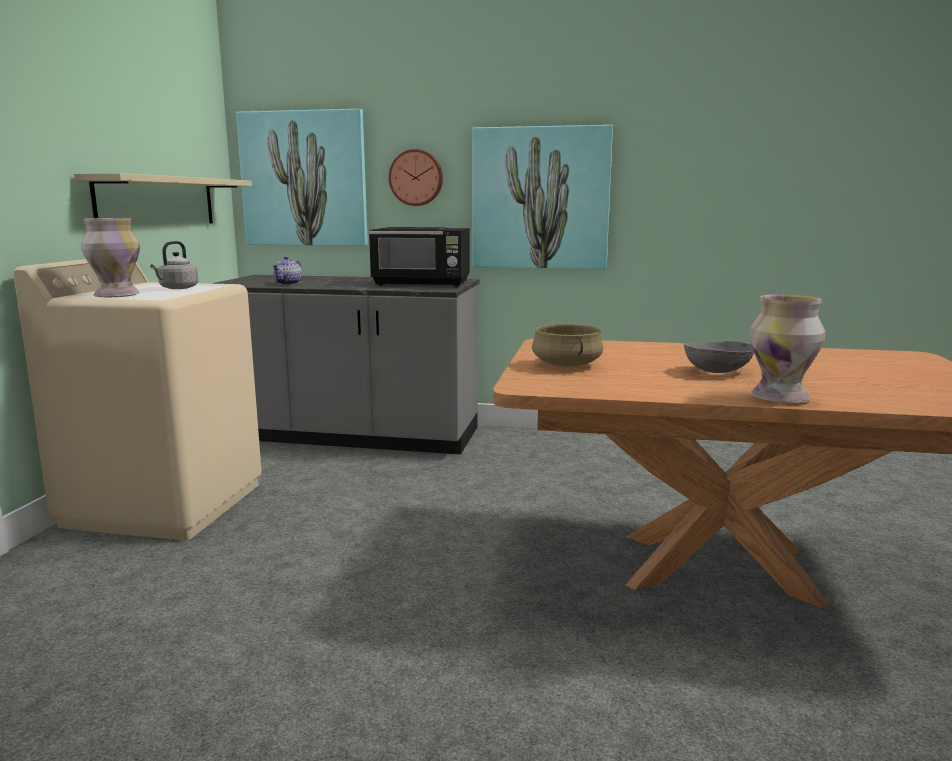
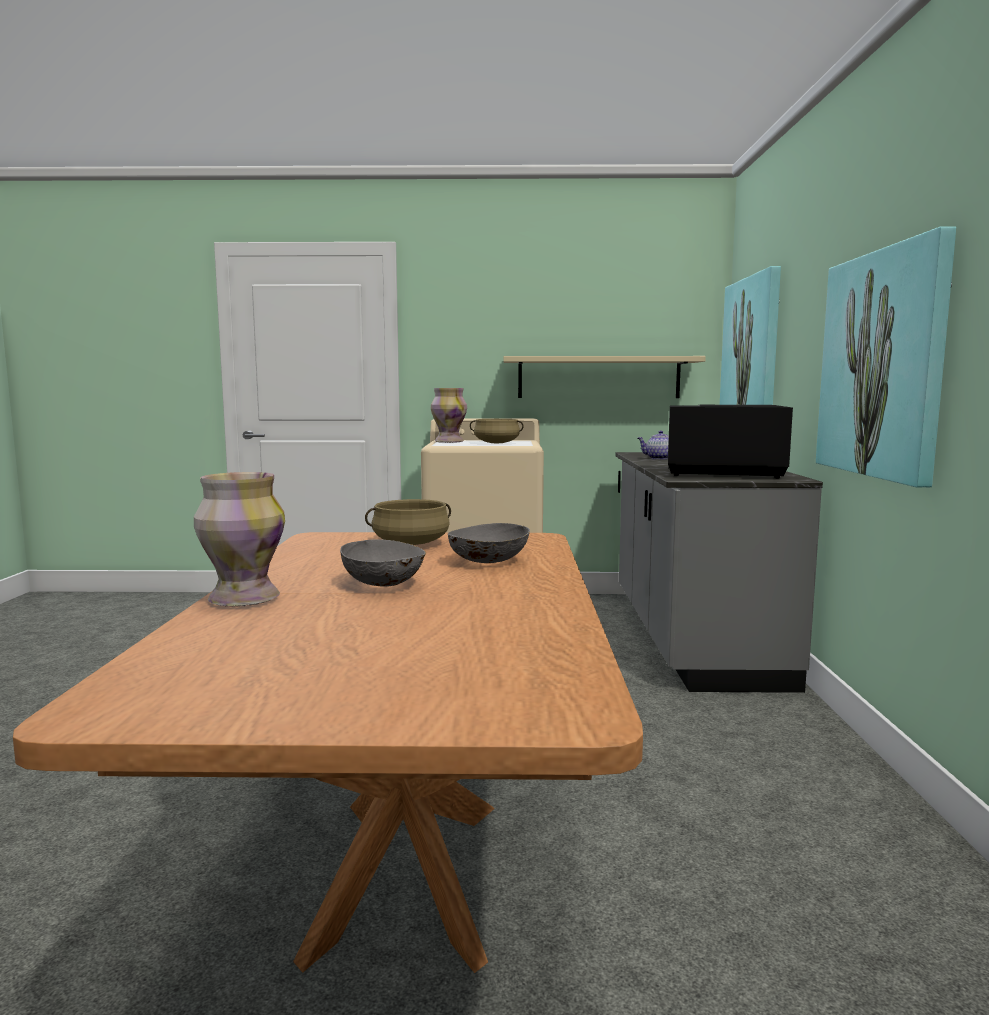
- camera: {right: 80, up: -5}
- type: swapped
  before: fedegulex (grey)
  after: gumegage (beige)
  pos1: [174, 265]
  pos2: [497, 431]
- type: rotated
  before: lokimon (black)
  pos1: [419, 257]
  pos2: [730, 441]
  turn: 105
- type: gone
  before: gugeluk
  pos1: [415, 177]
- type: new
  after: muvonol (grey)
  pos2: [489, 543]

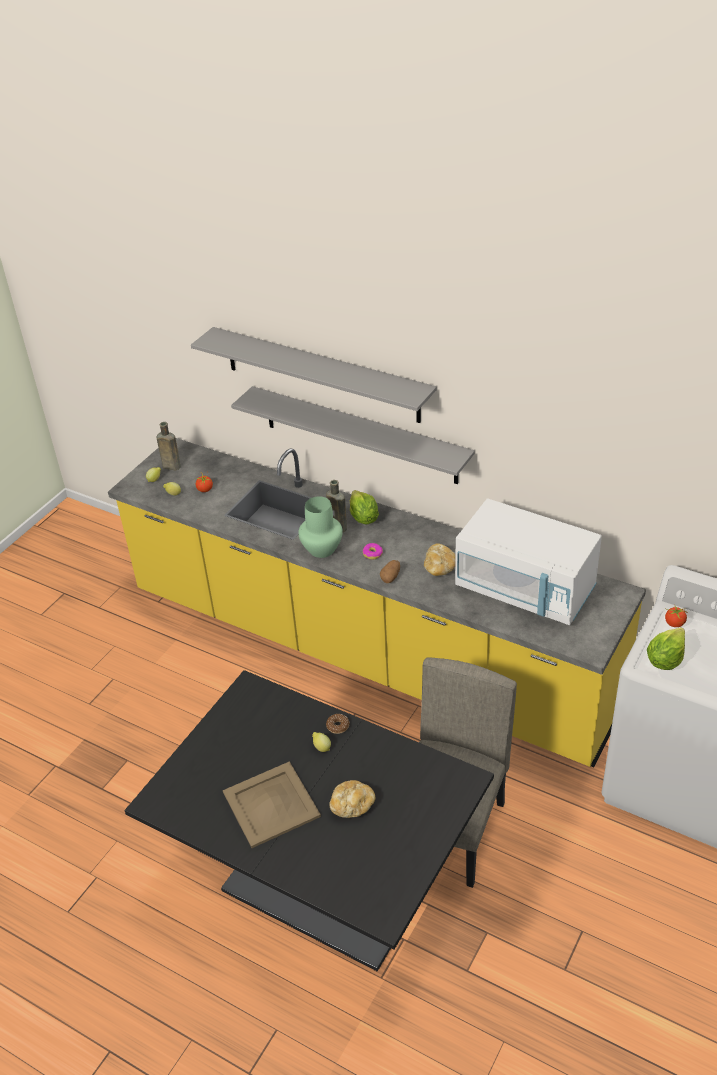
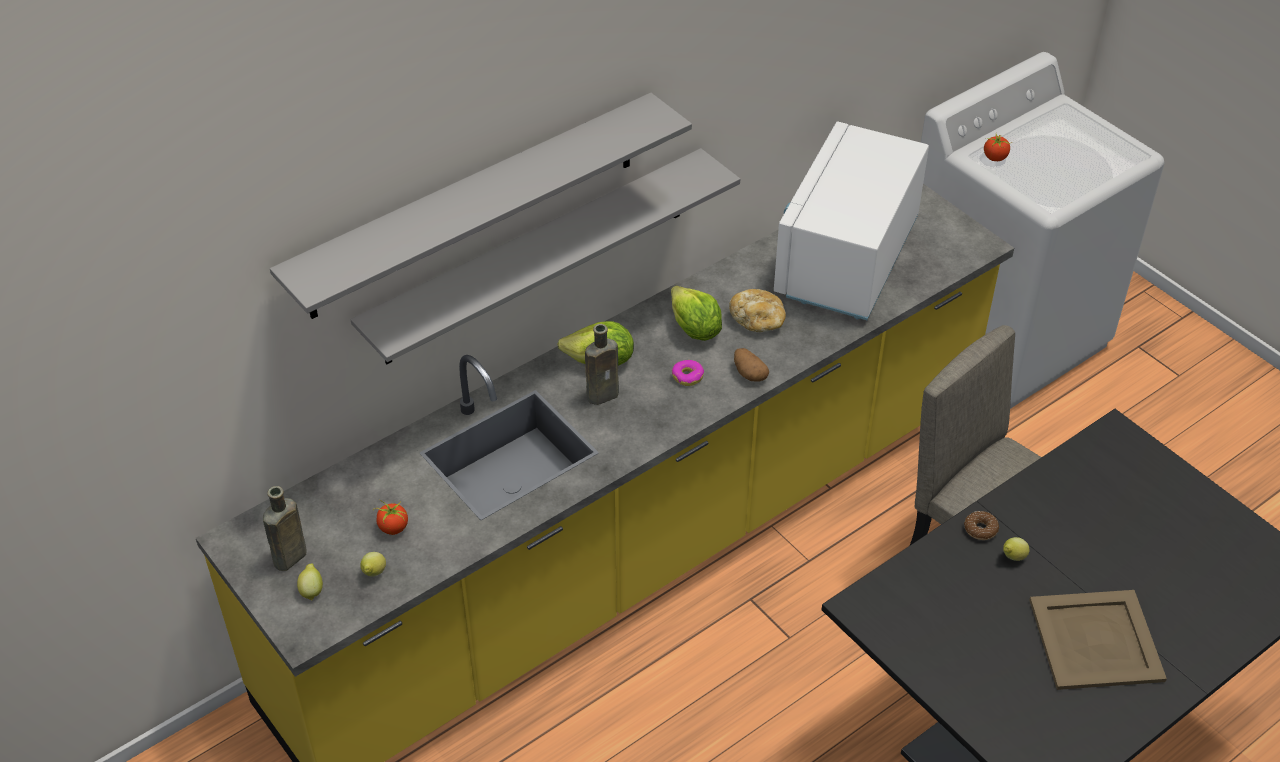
- camera: {right: -70, up: 5}
- type: gone
  before: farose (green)
  pos1: [320, 527]
- type: gone
  before: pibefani
  pos1: [352, 799]
- type: rotated
  before: lokimon (white)
  pos1: [528, 562]
  pos2: [851, 220]
  turn: 150
- type: shifted
  before: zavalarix
  pos1: [666, 648]
  pos2: [696, 313]

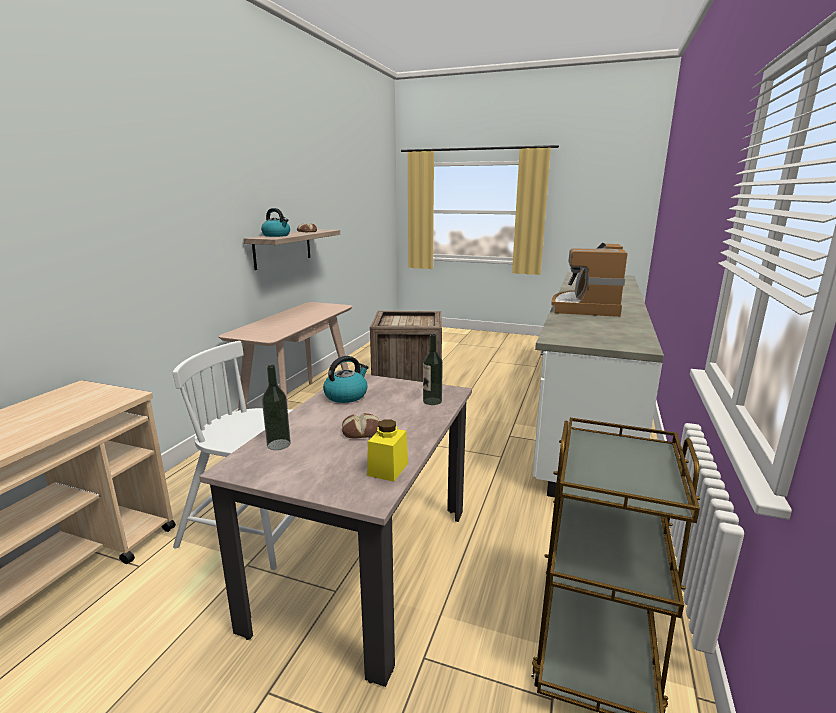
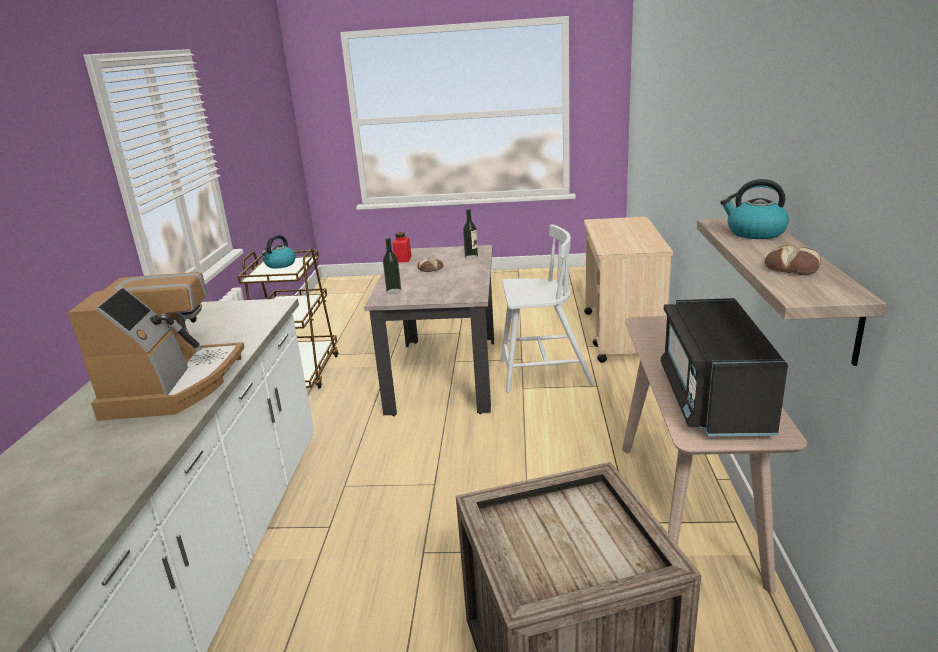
- camera: {right: 165, up: 5}
- type: shifted
  before: fedegulex
  pos1: [346, 379]
  pos2: [278, 252]
- type: repainted
  before: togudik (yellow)
  after: togudik (red)
  pos1: [387, 450]
  pos2: [402, 247]
- type: new
  after: lokimon (black)
  pos2: [724, 367]

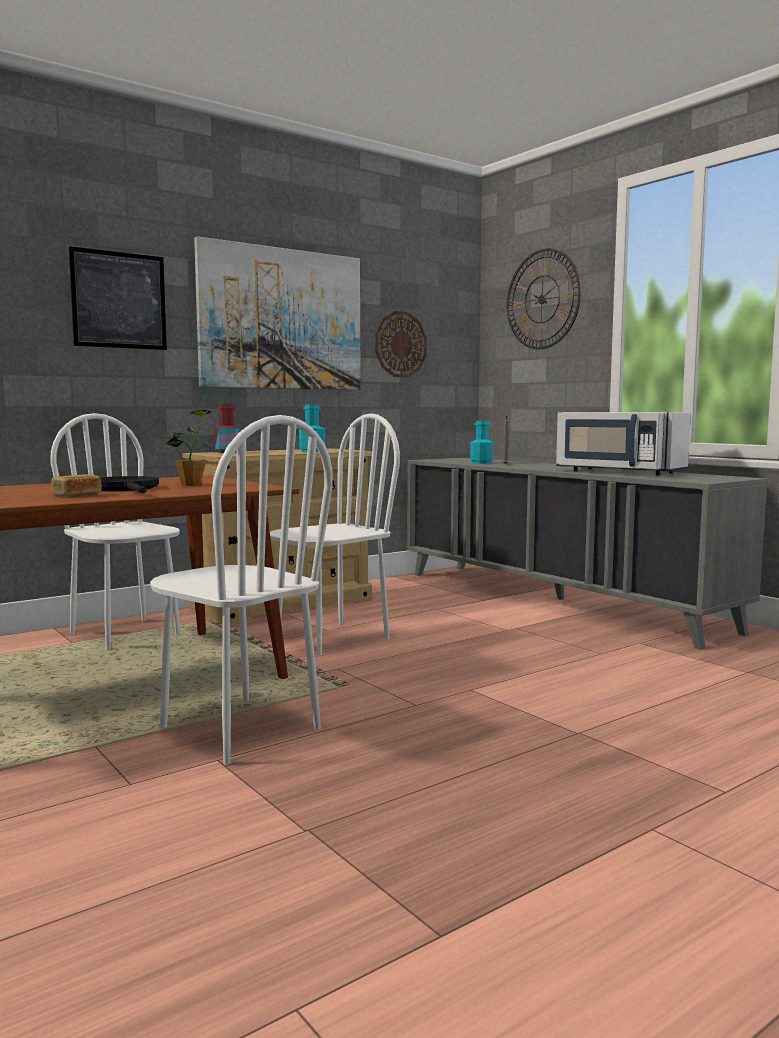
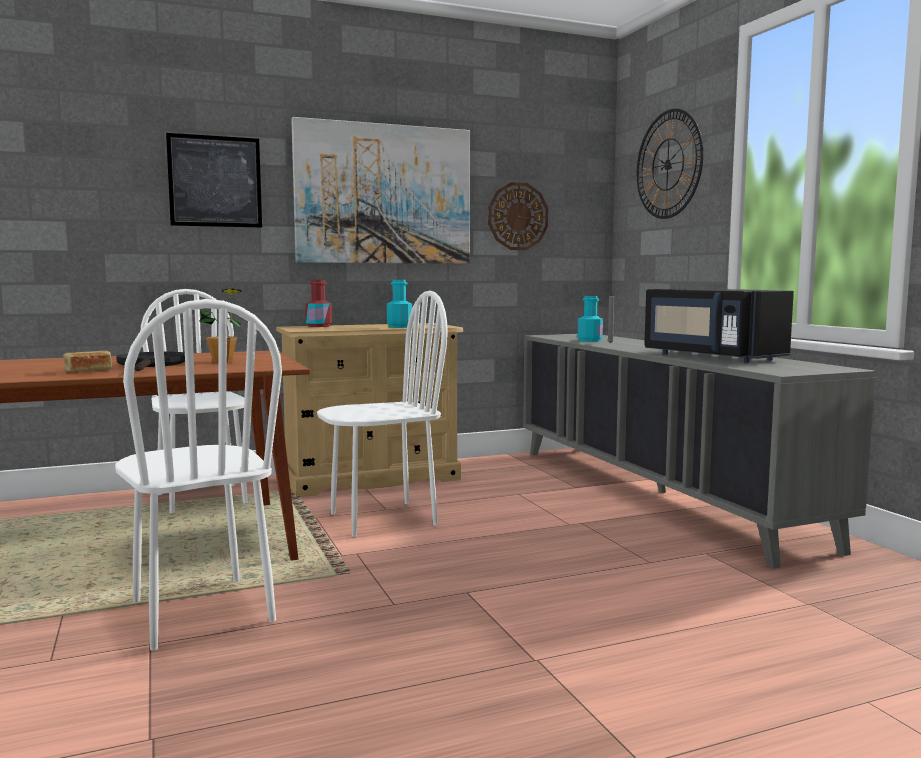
- camera: {right: 15, up: 0}
- type: repainted
  before: lokimon (white)
  after: lokimon (black)
  pos1: [623, 444]
  pos2: [719, 326]

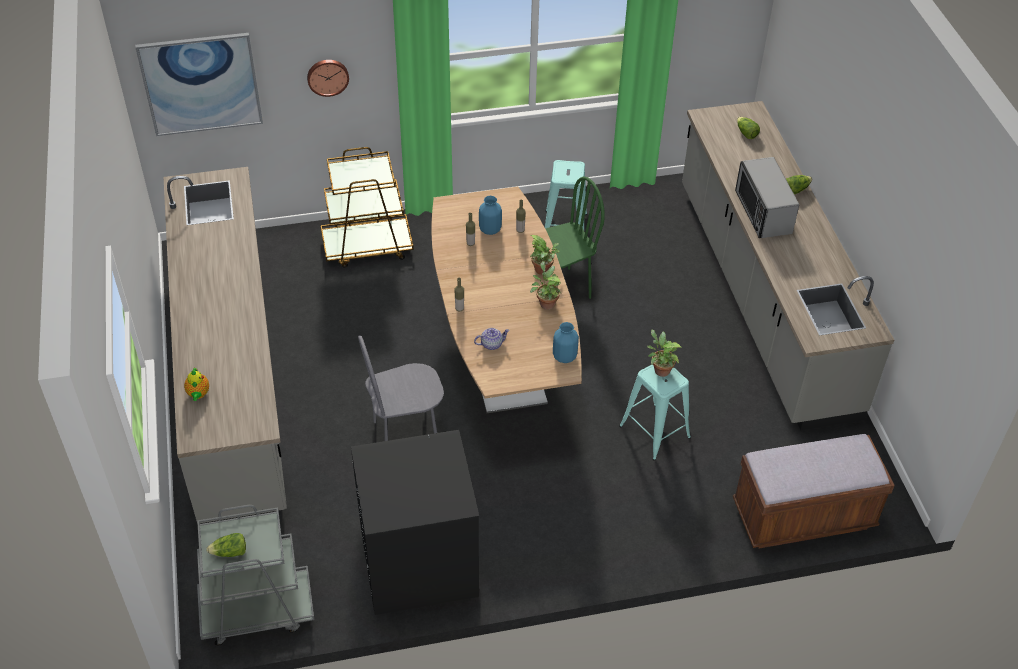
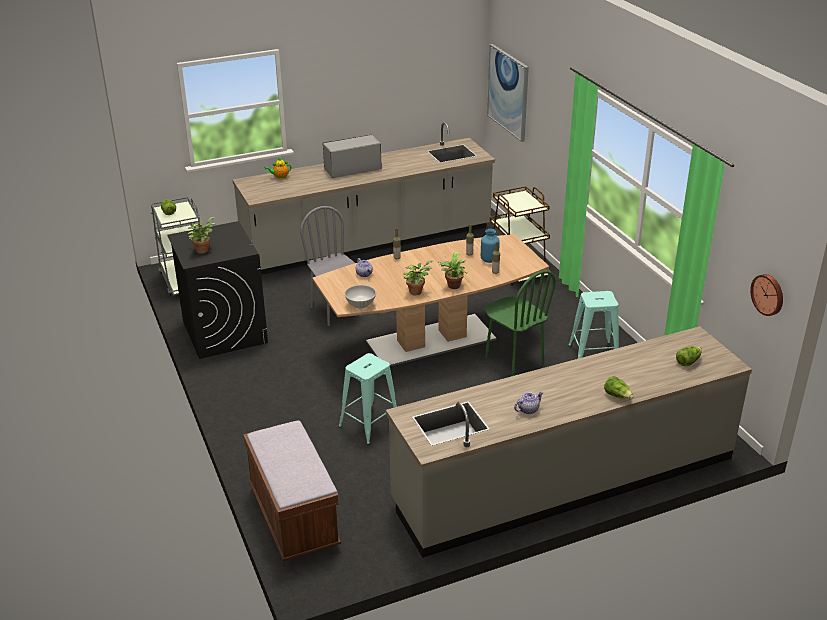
- camera: {right: 80, up: -15}
- type: shifted
  before: gugeluk
  pos1: [328, 78]
  pos2: [766, 295]
- type: swapped
  before: farose (blue)
  after: muvonol (white)
  pos1: [566, 342]
  pos2: [360, 297]
- type: shifted
  before: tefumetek
  pos1: [664, 353]
  pos2: [201, 235]
- type: shifted
  before: lokimon
  pos1: [767, 197]
  pos2: [352, 156]
- type: new
  after: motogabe
  pos2: [529, 402]

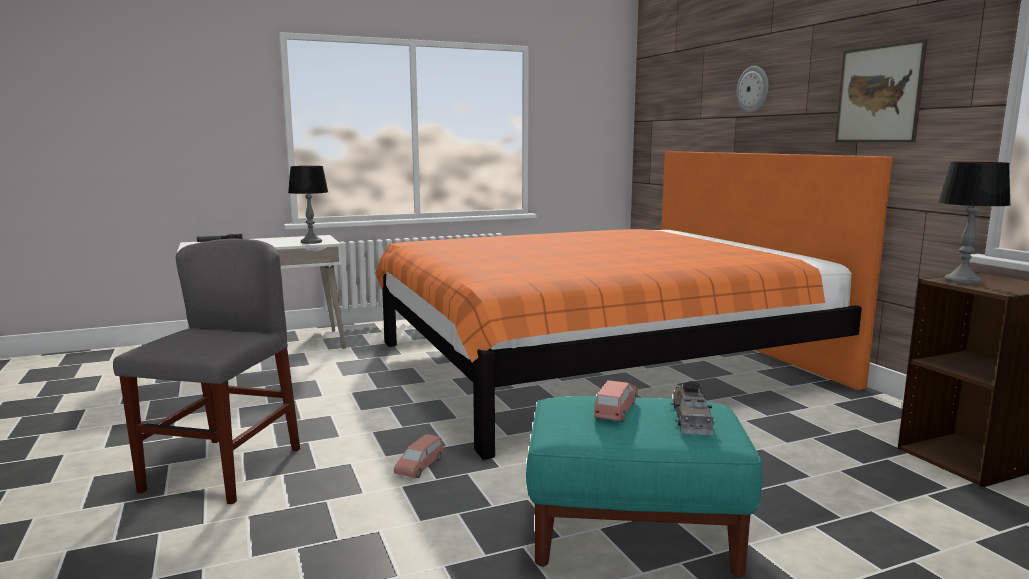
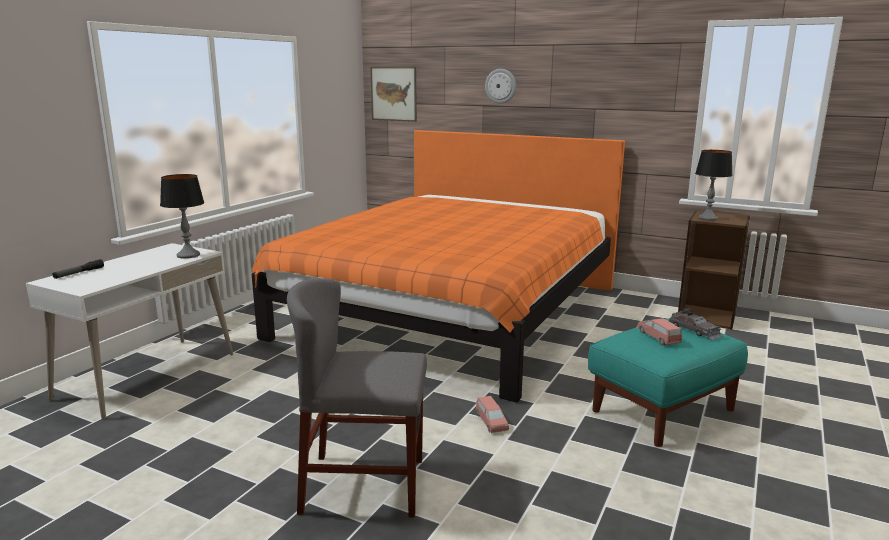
- camera: {right: -40, up: 5}
- type: rotated
  before: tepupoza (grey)
  pos1: [206, 371]
  pos2: [357, 398]
  turn: -60
- type: shifted
  before: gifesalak
  pos1: [881, 90]
  pos2: [393, 94]

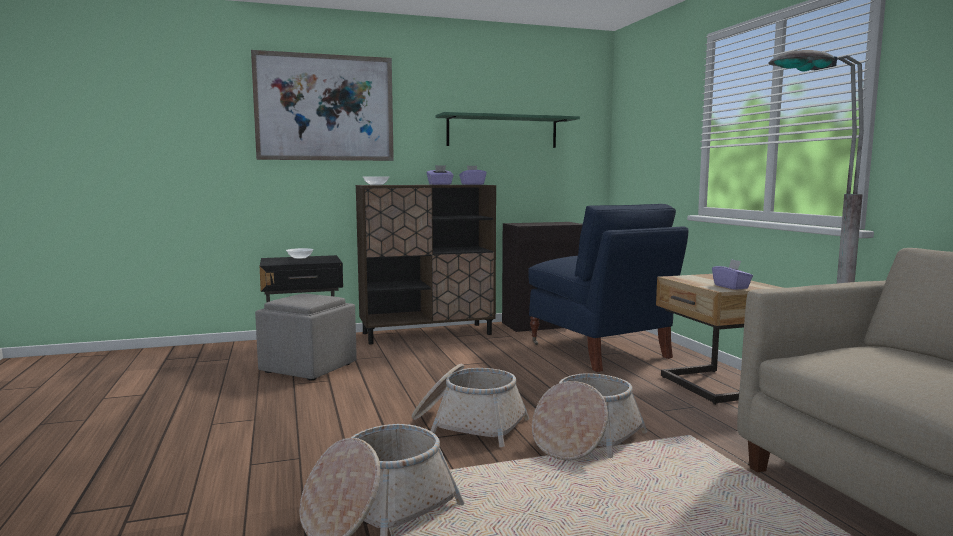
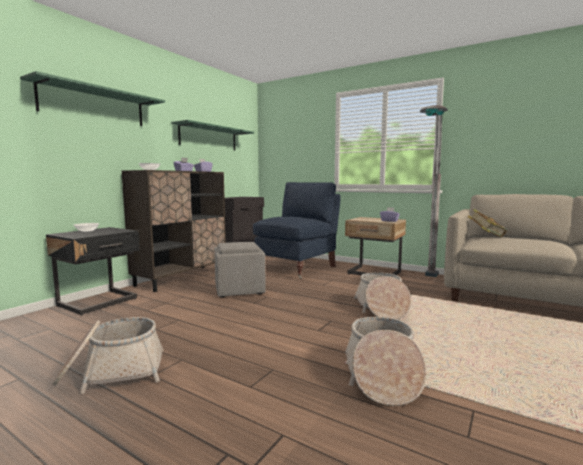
- camera: {right: -40, up: 0}
- type: swapped
  before: gifesalak
  after: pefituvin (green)
  pos1: [322, 105]
  pos2: [92, 98]
- type: shifted
  before: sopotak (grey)
  pos1: [306, 337]
  pos2: [240, 270]
- type: shifted
  before: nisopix
  pos1: [471, 405]
  pos2: [108, 355]
- type: rotated
  before: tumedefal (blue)
  pos1: [608, 288]
  pos2: [297, 230]
  turn: -75
- type: new
  after: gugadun
  pos2: [487, 223]

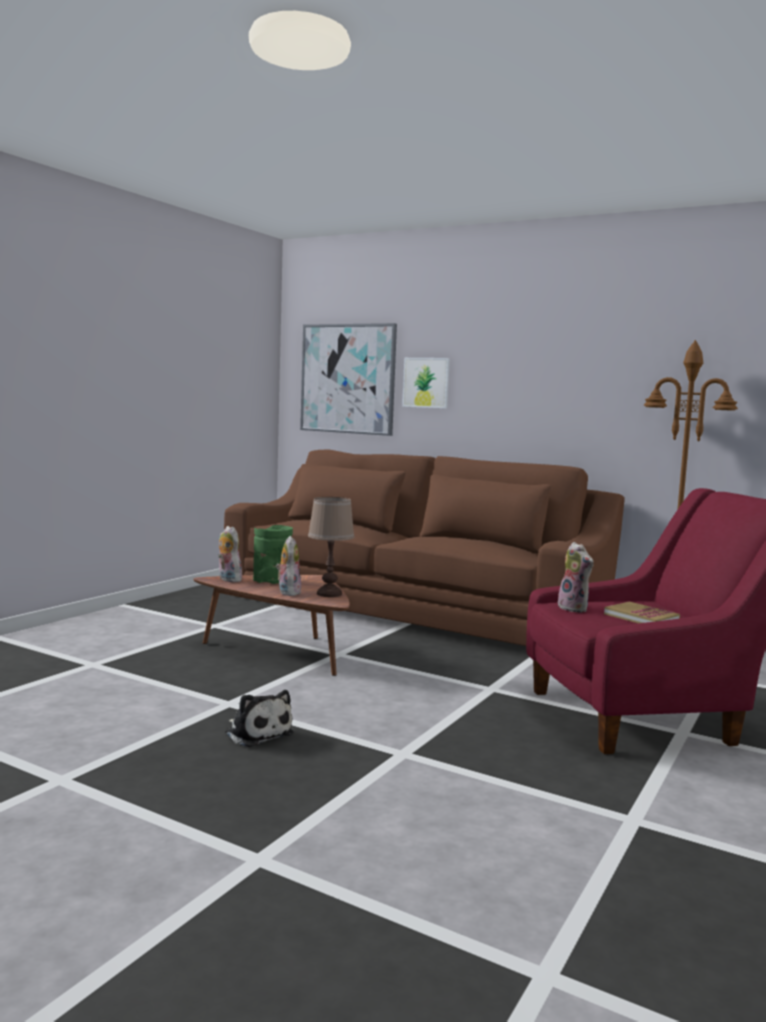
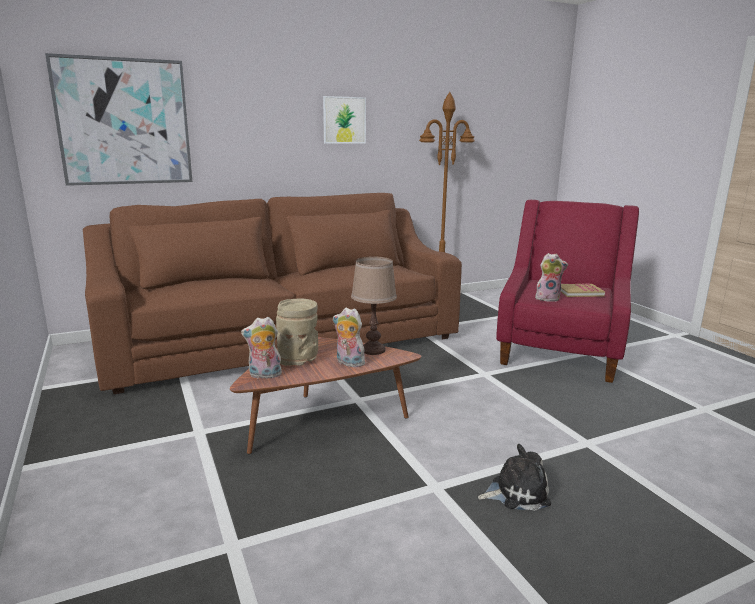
- camera: {right: -55, up: 10}
- type: repainted
  before: farose (green)
  after: farose (beige)
  pos1: [273, 554]
  pos2: [297, 332]
- type: shifted
  before: gifesalak
  pos1: [426, 383]
  pos2: [344, 120]

